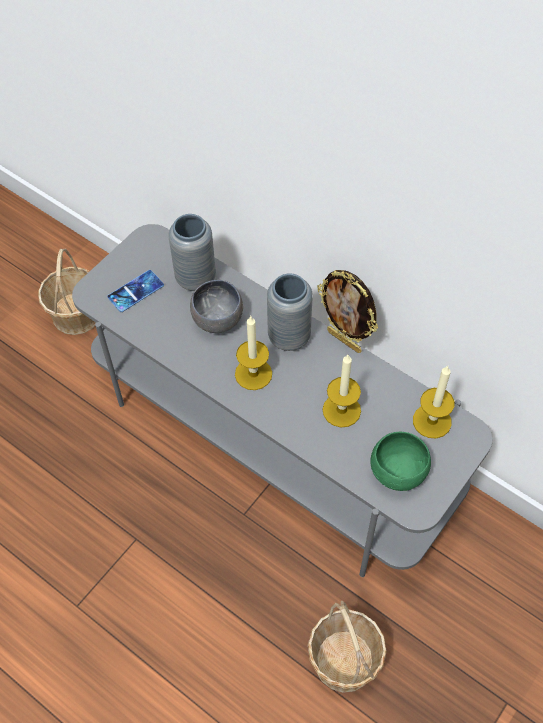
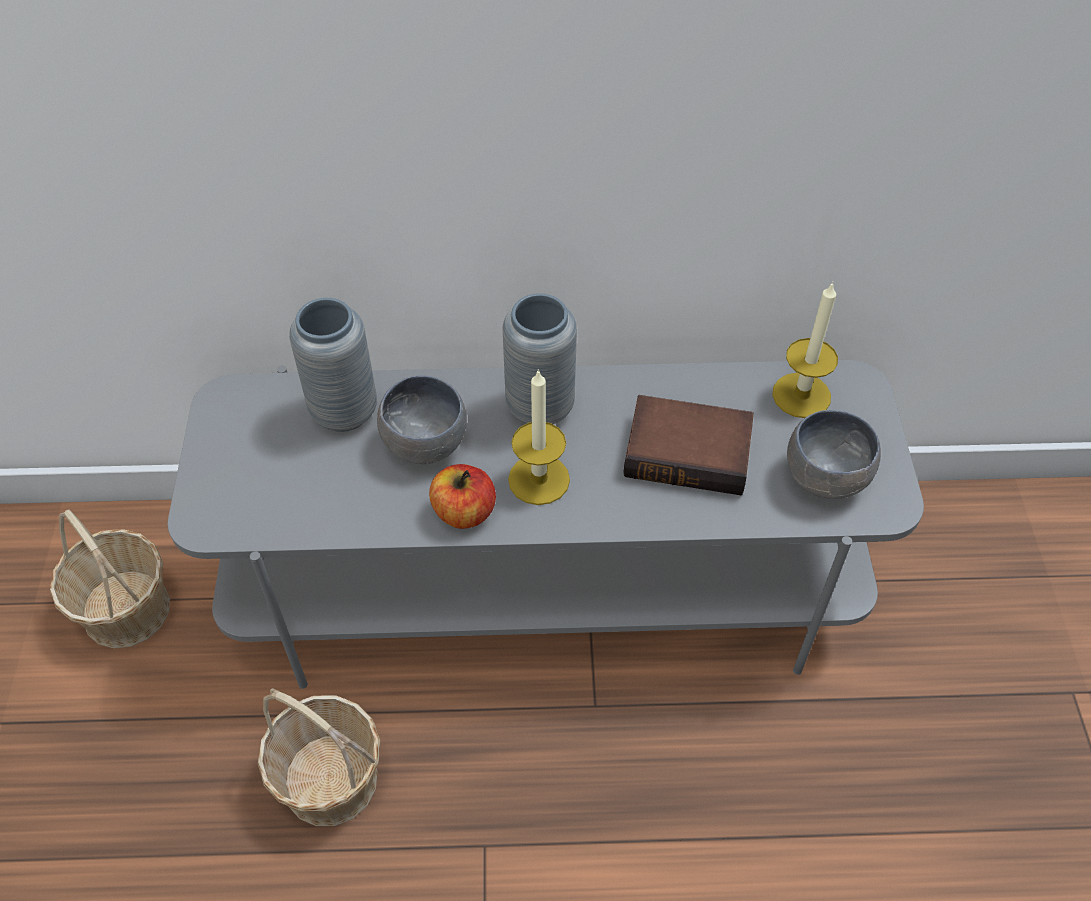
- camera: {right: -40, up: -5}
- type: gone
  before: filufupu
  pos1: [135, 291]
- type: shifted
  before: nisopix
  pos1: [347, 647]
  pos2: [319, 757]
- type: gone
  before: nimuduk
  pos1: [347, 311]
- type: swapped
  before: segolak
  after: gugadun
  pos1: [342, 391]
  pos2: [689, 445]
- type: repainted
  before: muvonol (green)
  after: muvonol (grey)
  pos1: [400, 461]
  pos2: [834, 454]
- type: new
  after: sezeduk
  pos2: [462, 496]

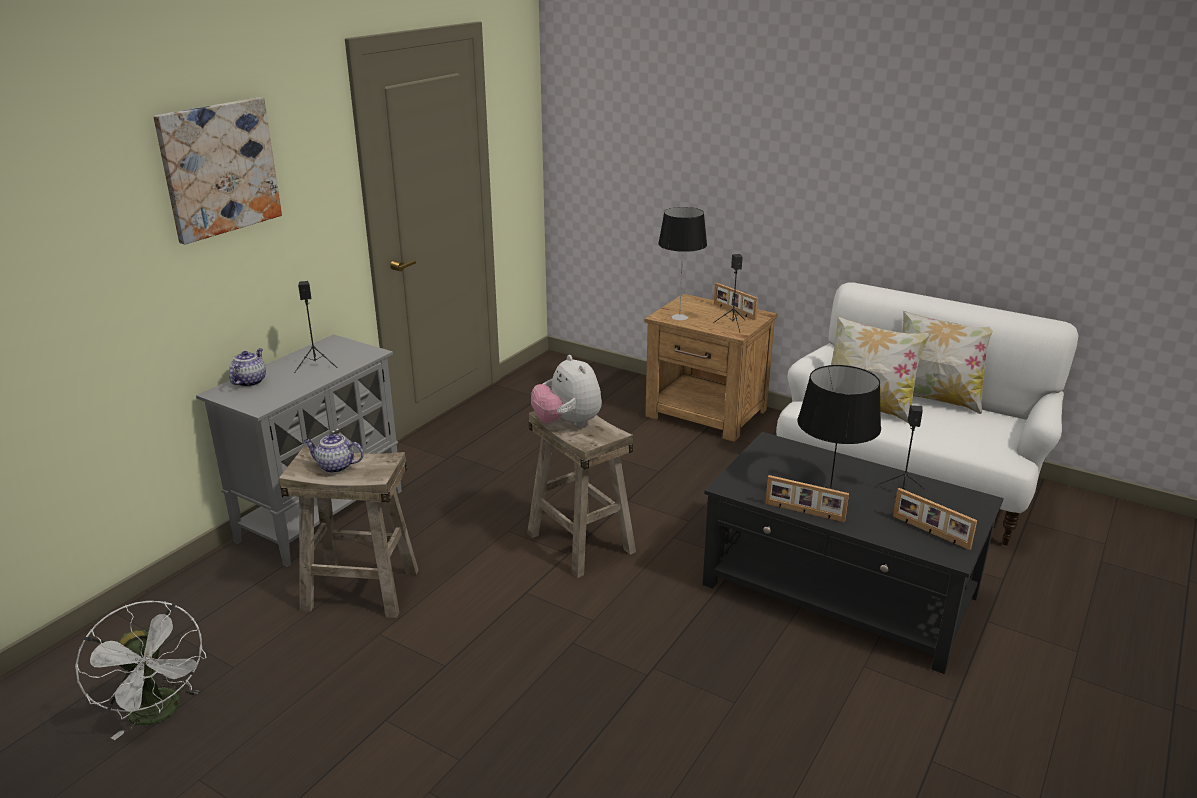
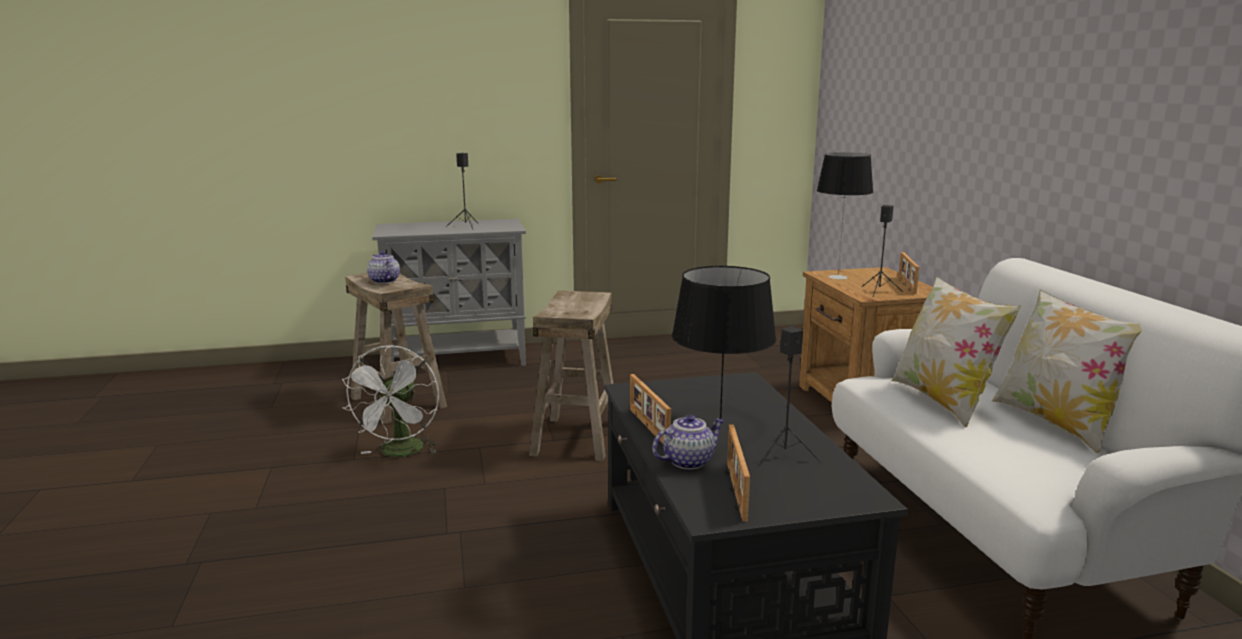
- camera: {right: 45, up: -10}
- type: shifted
  before: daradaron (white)
  pos1: [140, 670]
  pos2: [390, 401]
- type: gone
  before: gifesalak
  pos1: [217, 171]
- type: shifted
  before: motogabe
  pos1: [247, 368]
  pos2: [688, 442]
- type: gone
  before: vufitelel
  pos1: [566, 391]

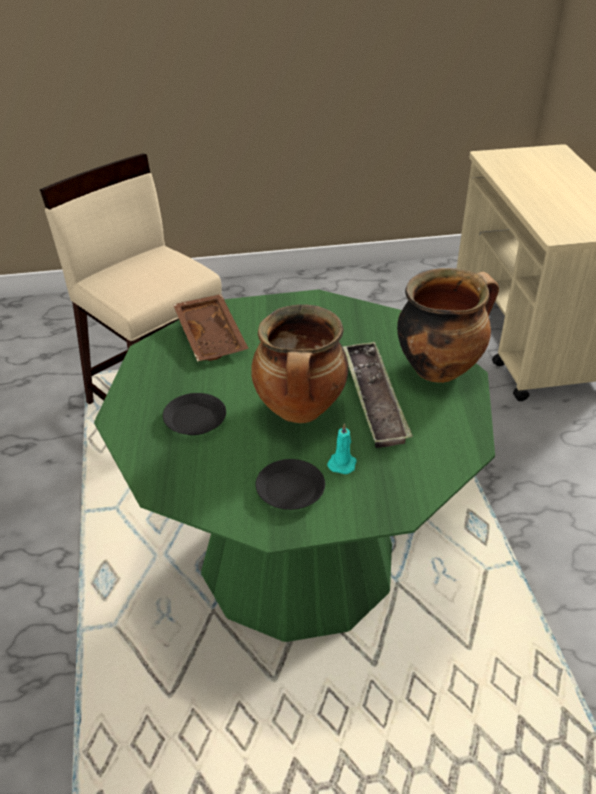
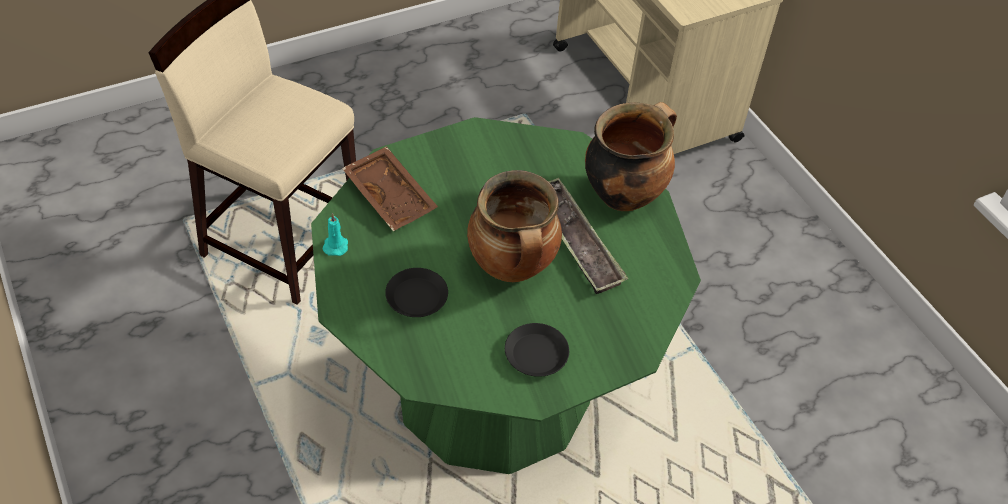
- camera: {right: -20, up: 10}
- type: shifted
  before: segolak (turquoise)
  pos1: [341, 448]
  pos2: [335, 234]

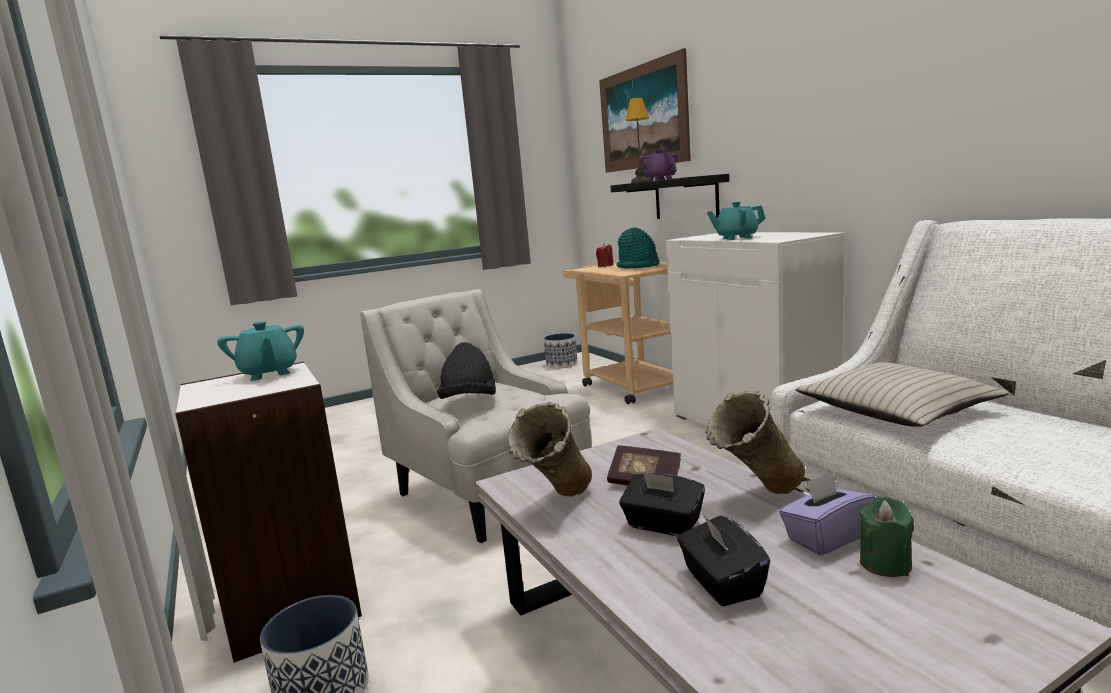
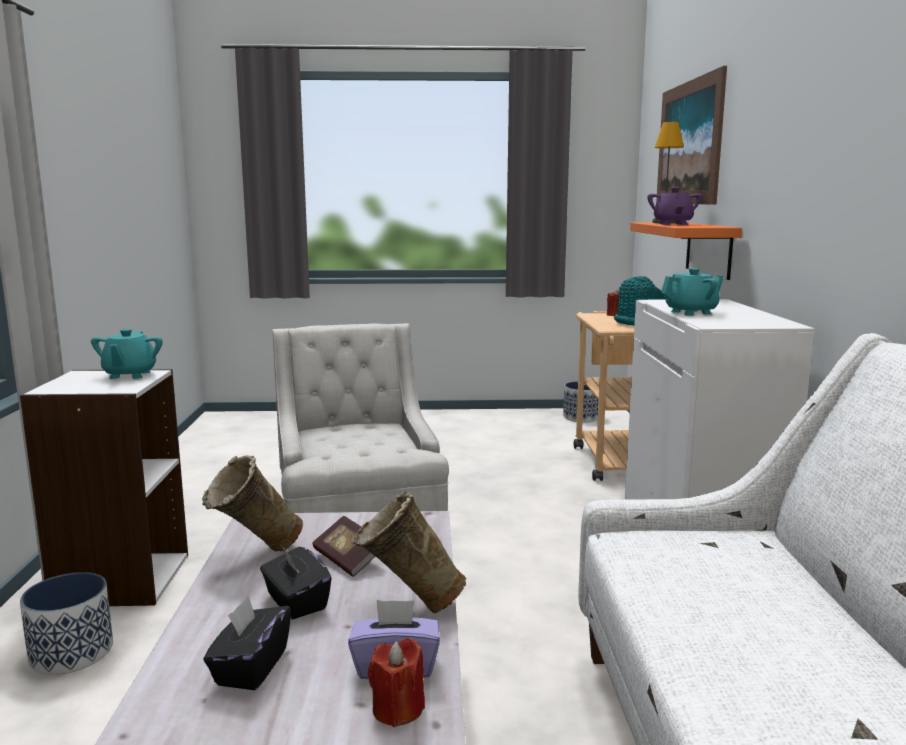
- camera: {right: 25, up: 0}
- type: gone
  before: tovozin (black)
  pos1: [466, 370]
- type: repainted
  before: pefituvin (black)
  after: pefituvin (orange)
  pos1: [669, 196]
  pos2: [686, 251]
- type: rotated
  before: motogabe (turquoise)
  pos1: [736, 221]
  pos2: [692, 292]
  turn: 135
- type: gone
  before: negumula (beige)
  pos1: [902, 394]
- type: repainted
  before: segolak (green)
  after: segolak (red)
  pos1: [887, 536]
  pos2: [396, 682]

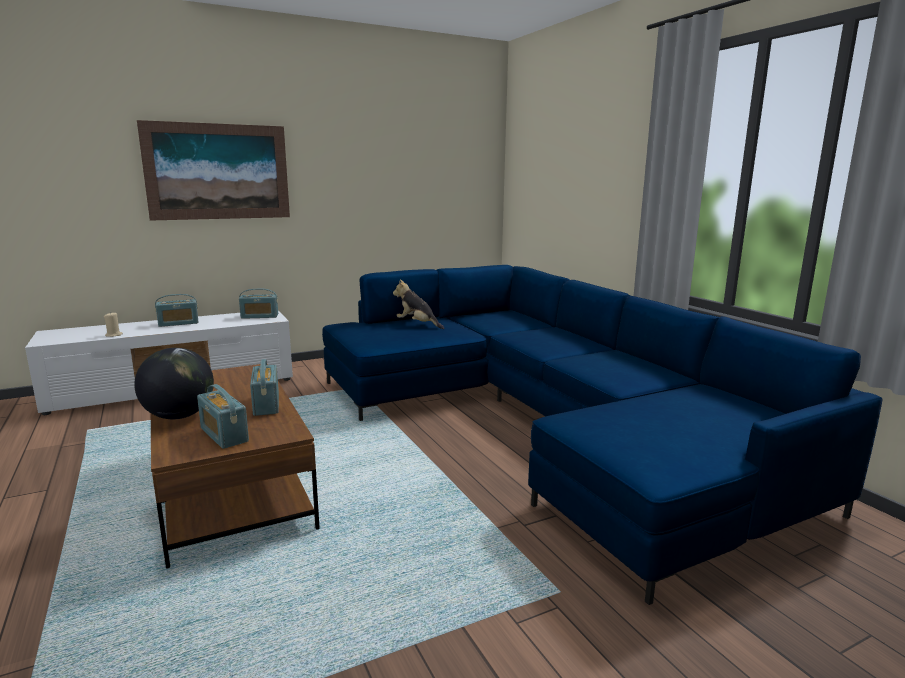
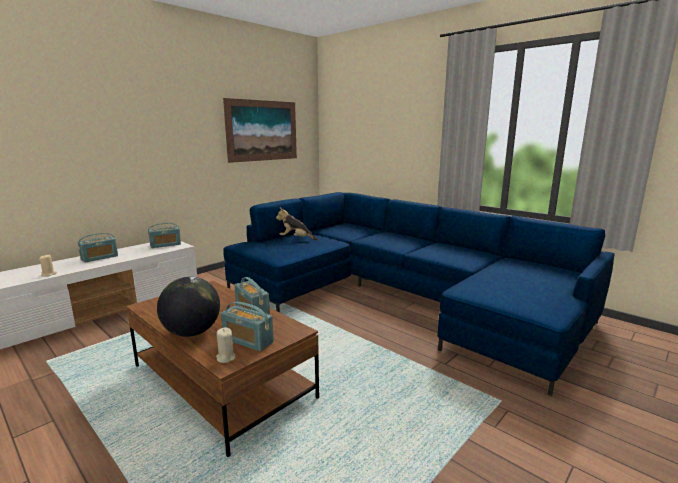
- camera: {right: -20, up: 0}
- type: shifted
  before: gifesalak
  pos1: [213, 170]
  pos2: [260, 130]
- type: new
  after: segolak (beige)
  pos2: [225, 345]

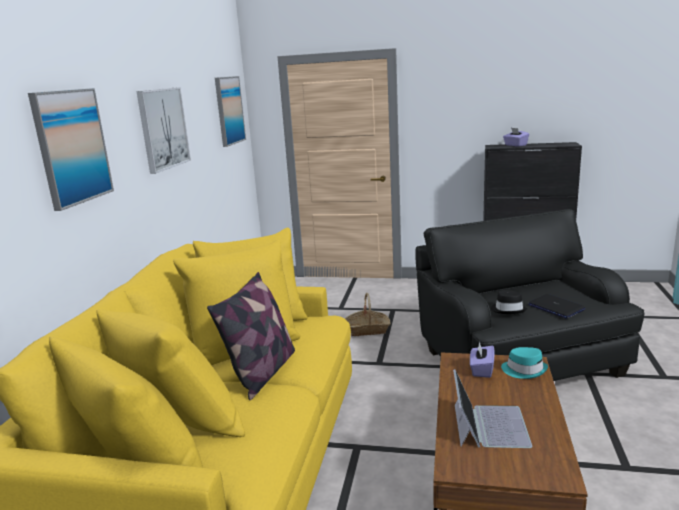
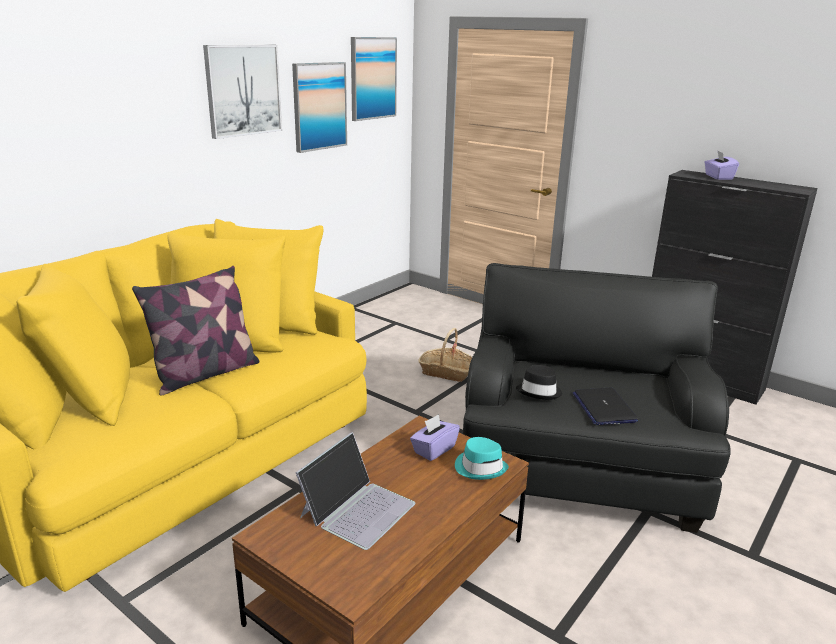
- camera: {right: 25, up: 5}
- type: shifted
  before: gifesalak
  pos1: [71, 149]
  pos2: [319, 107]

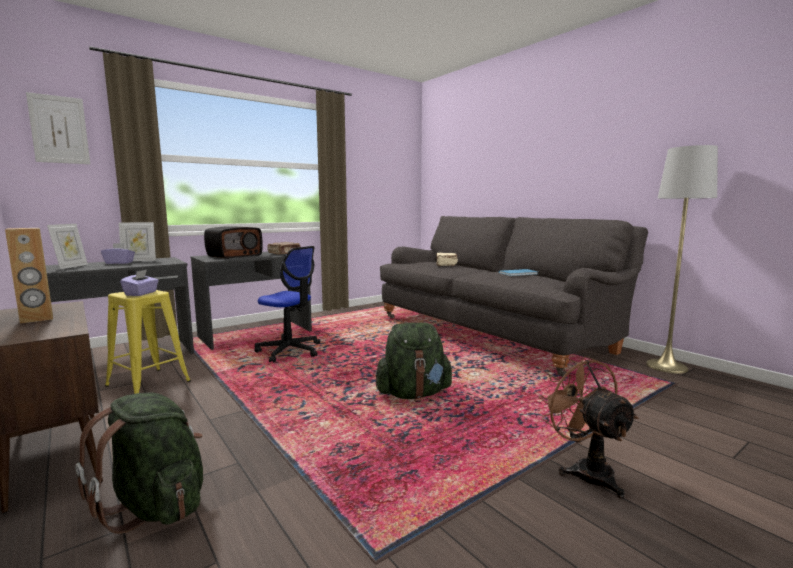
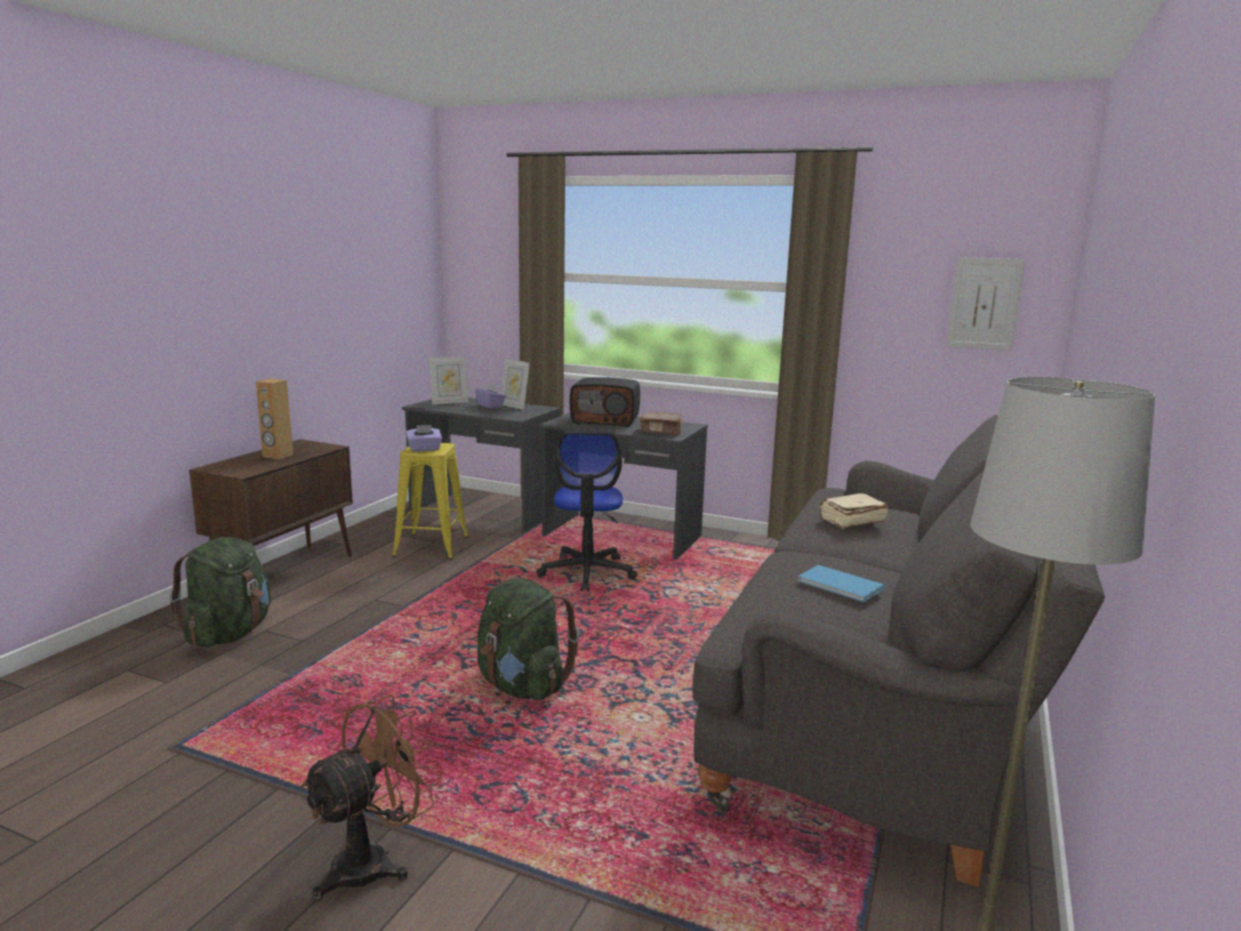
- camera: {right: 60, up: 5}
- type: shifted
  before: gifesalak
  pos1: [58, 128]
  pos2: [986, 304]

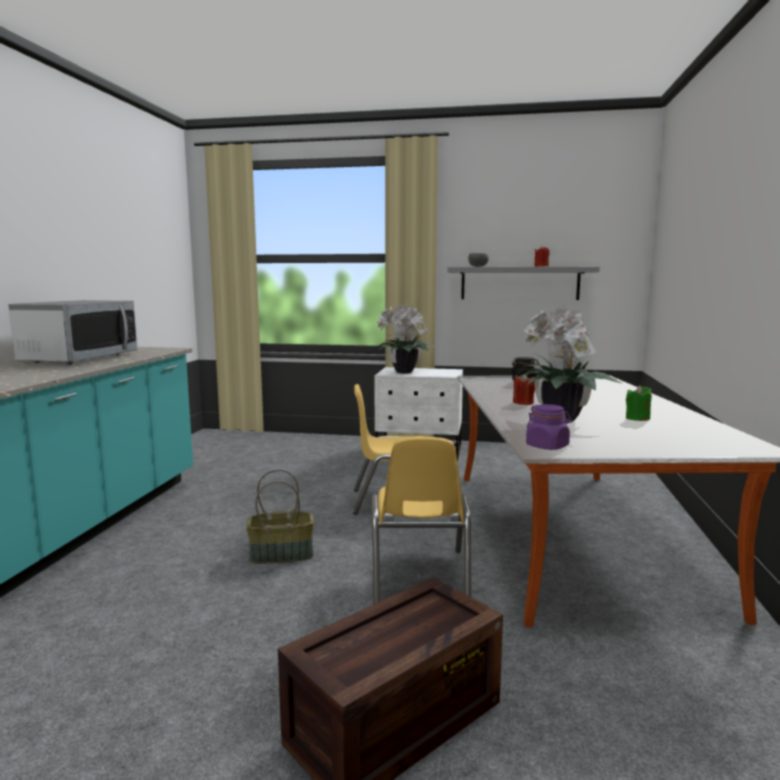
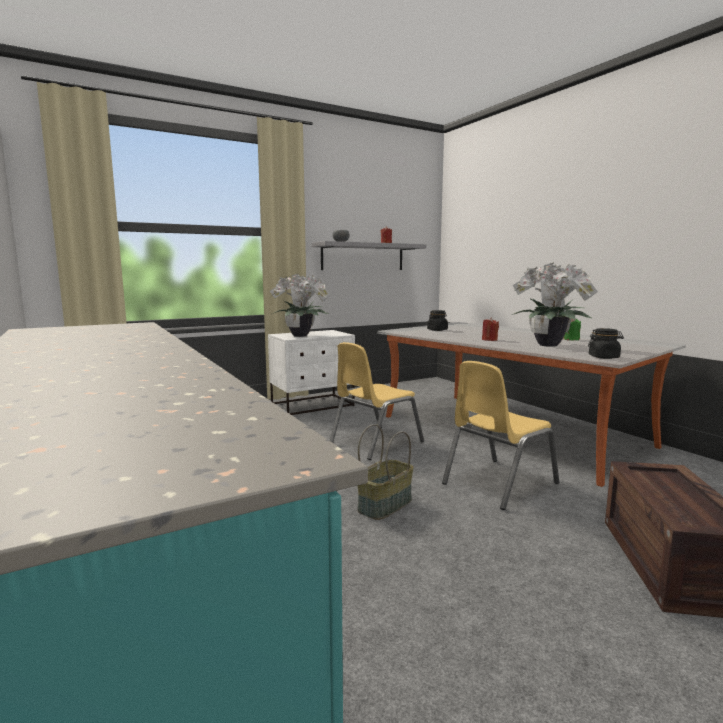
- camera: {right: -40, up: 0}
- type: gone
  before: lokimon
  pos1: [72, 332]
- type: rotated
  before: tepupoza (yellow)
  pos1: [421, 521]
  pos2: [500, 435]
  turn: 90
- type: repainted
  before: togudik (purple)
  after: togudik (black)
  pos1: [549, 427]
  pos2: [606, 343]

